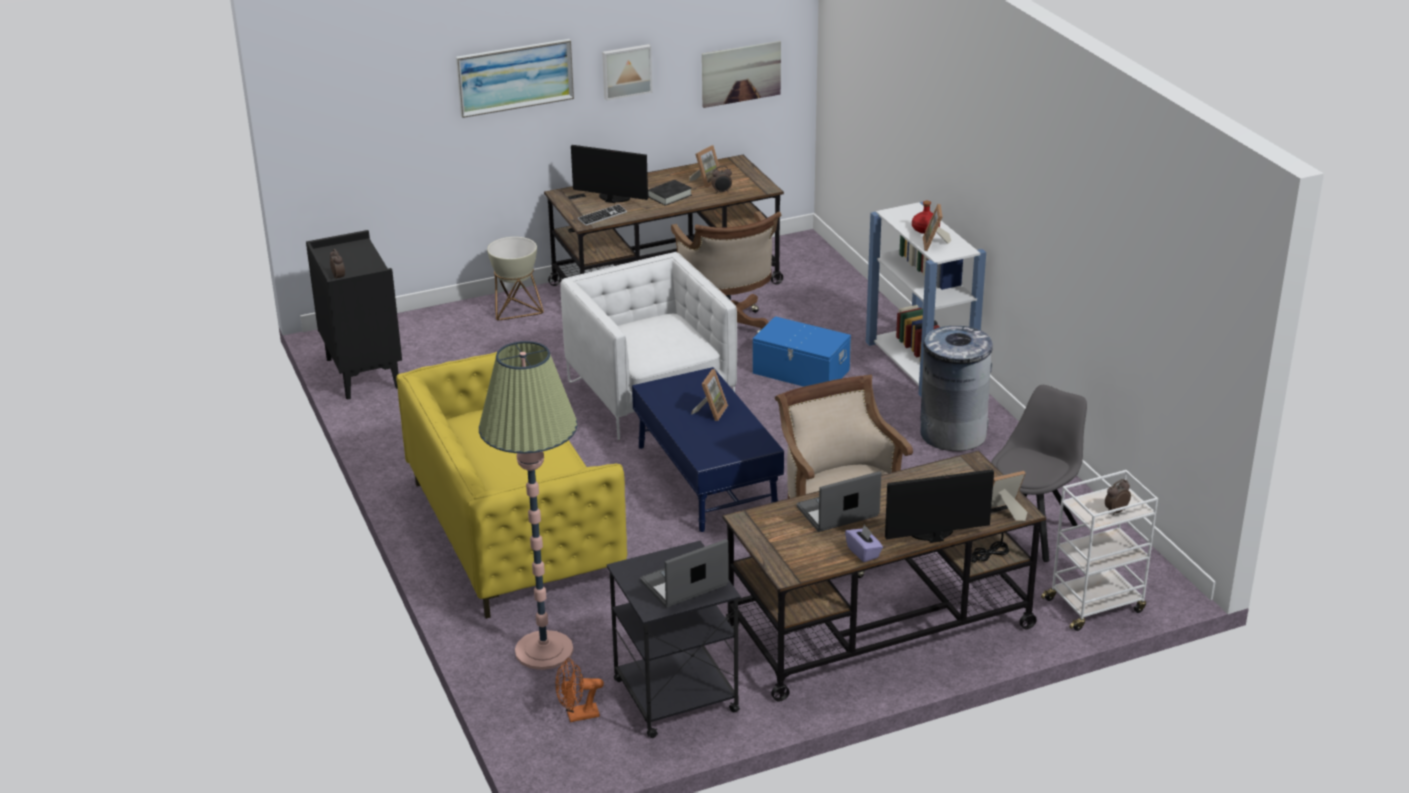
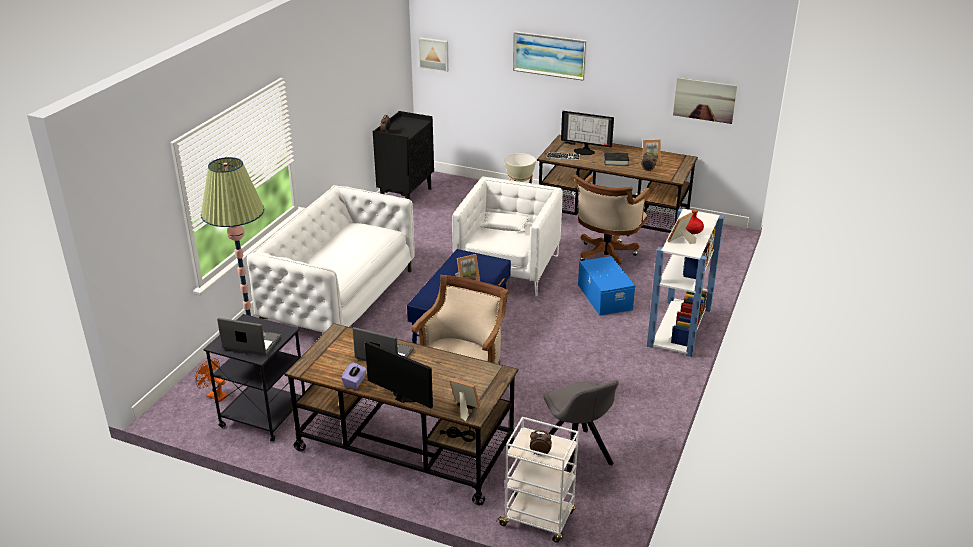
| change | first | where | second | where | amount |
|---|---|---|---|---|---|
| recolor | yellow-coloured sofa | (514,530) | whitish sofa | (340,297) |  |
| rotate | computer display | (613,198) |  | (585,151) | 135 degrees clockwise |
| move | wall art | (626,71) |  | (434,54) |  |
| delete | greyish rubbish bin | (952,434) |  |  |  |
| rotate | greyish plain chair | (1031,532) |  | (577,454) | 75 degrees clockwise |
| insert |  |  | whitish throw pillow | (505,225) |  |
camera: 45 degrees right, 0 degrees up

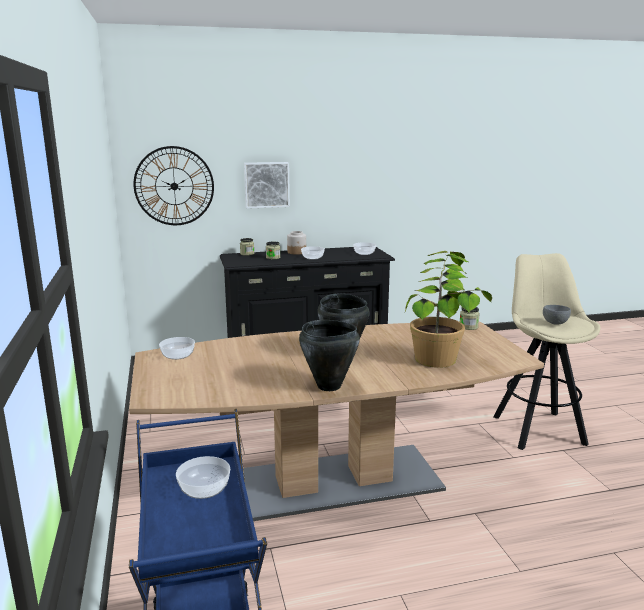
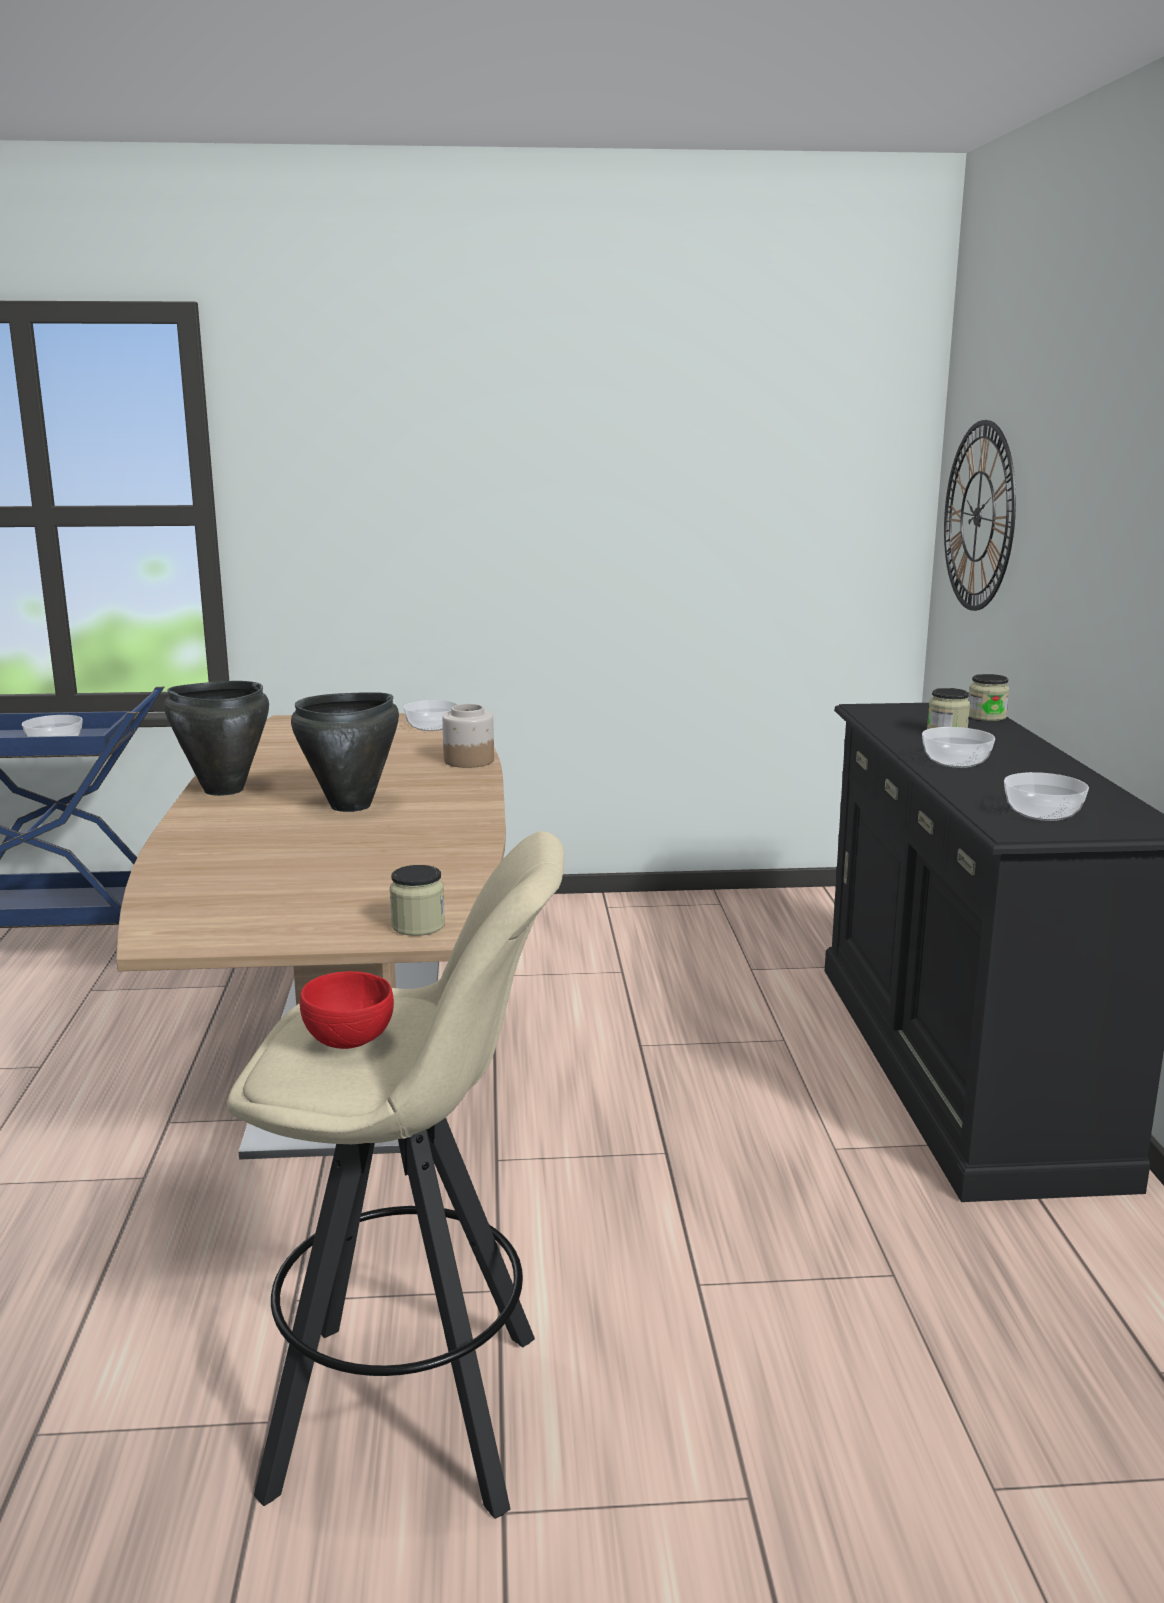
| change | first | where | second | where | amount |
|---|---|---|---|---|---|
| delete | wall art | (266,184) |  |  |  |
| move | jar | (297,252) |  | (468,761) |  |
| delete | potted plant | (440,352) |  |  |  |
| recolor | greyish serving bowl | (555,323) | red-coloured serving bowl | (348,1041) |  |
camera: 100 degrees right, 0 degrees up

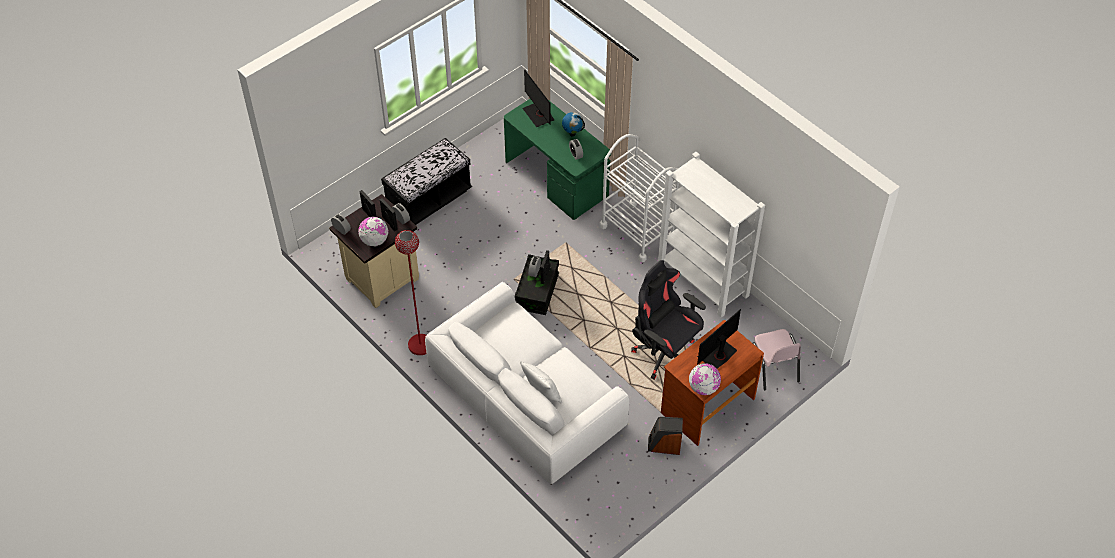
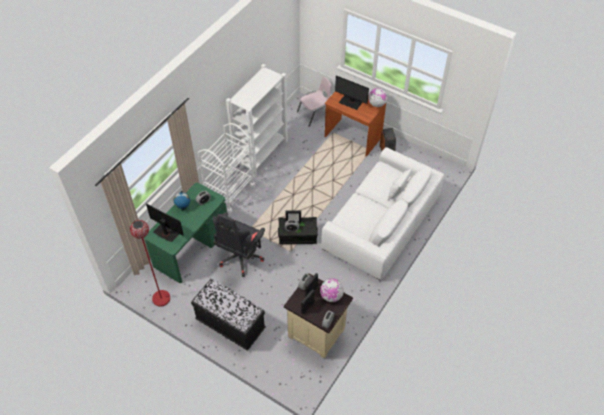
| change | first | where | second | where | amount |
|---|---|---|---|---|---|
| move | red-coloured floor lamp | (420,345) |  | (161,299) |  |
| rotate | computer display | (538,114) |  | (167,232) | 105 degrees counterclockwise |
| move | black computer chair | (665,354) |  | (241,257) |  |
camera: 105 degrees left, 0 degrees up

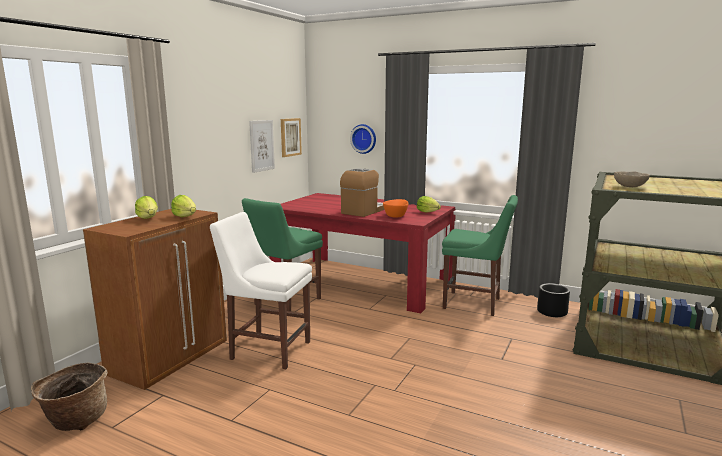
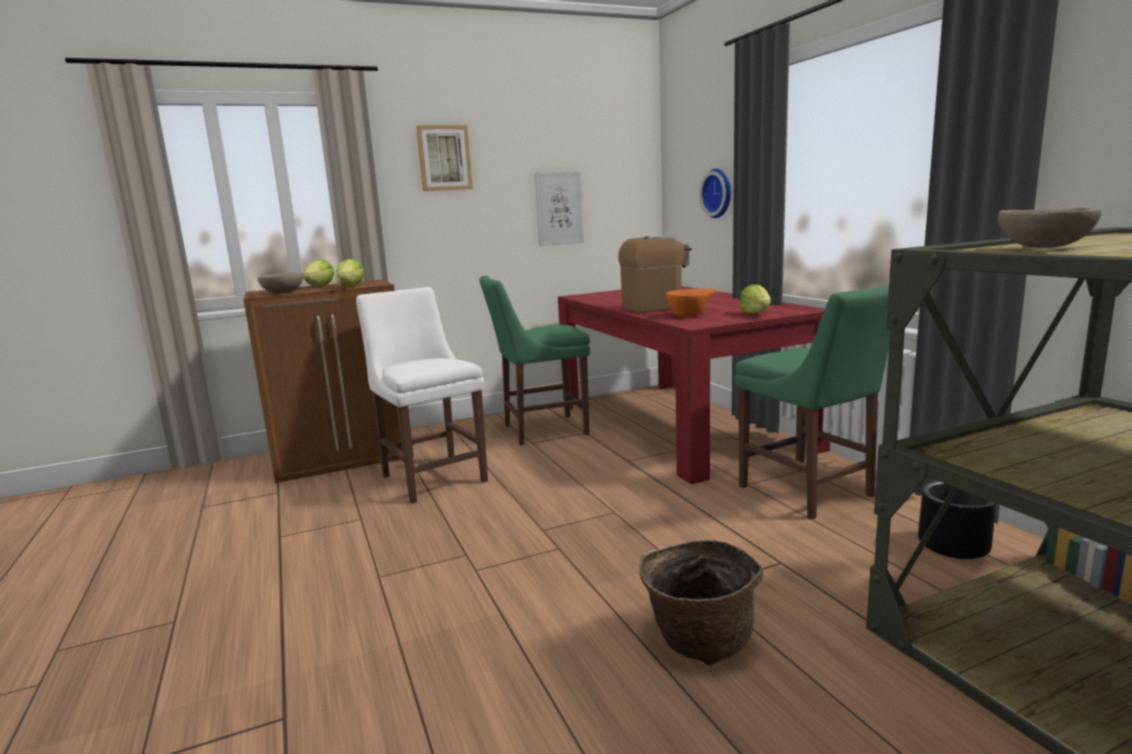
| change | first | where | second | where | amount |
|---|---|---|---|---|---|
| move | basket | (76,420) |  | (698,640) |  |
| move | wall art | (290,137) |  | (444,158) |  |
| insert |  |  | beige-coloured serving bowl | (283,293) |  |
camera: 40 degrees right, 0 degrees up

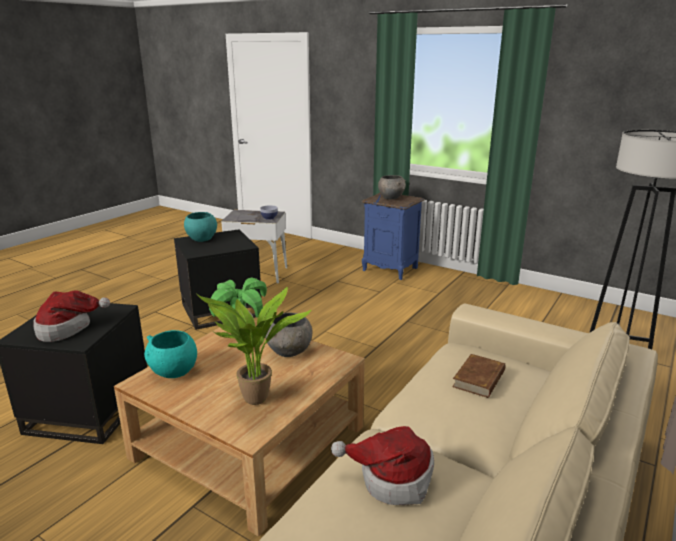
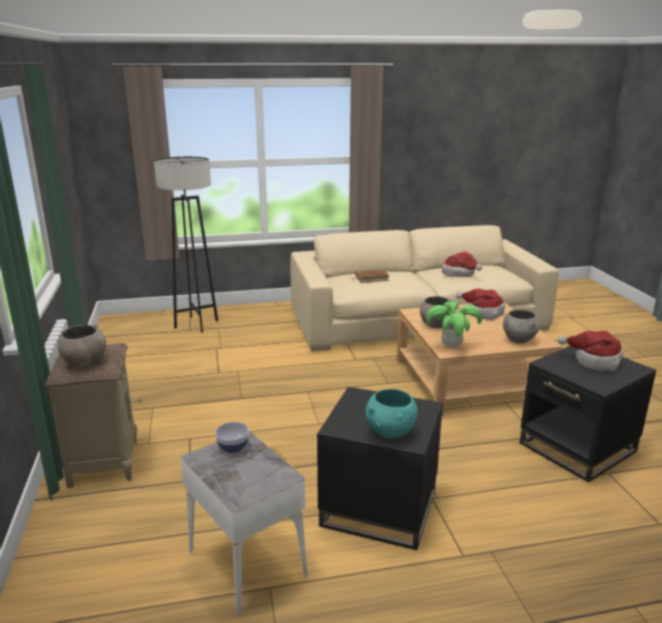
| change | first | where | second | where | amount |
|---|---|---|---|---|---|
| recolor | blue-green serving bowl | (173,372) | greyish serving bowl | (519,339) |  |
| replace | potted plant | (256,402) | wearable hat | (483,313) |  |
| recolor | blue night table | (390,269) | beige-coloured night table | (106,462) |  |
camera: 135 degrees left, 0 degrees up

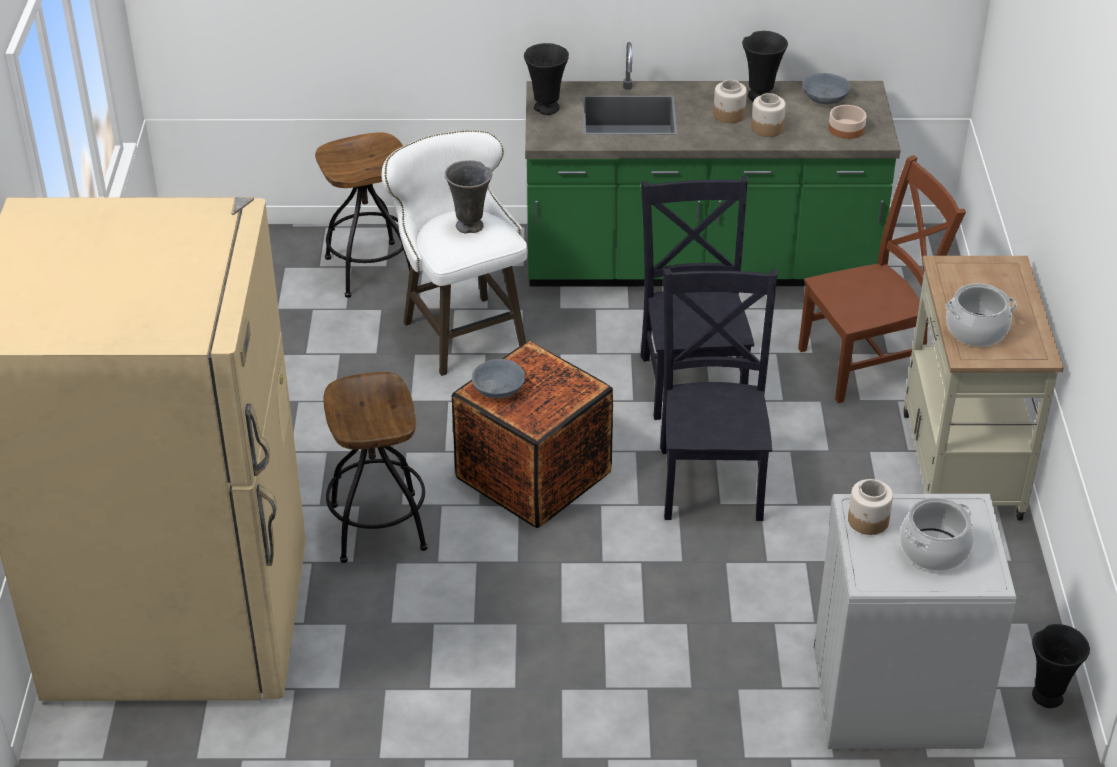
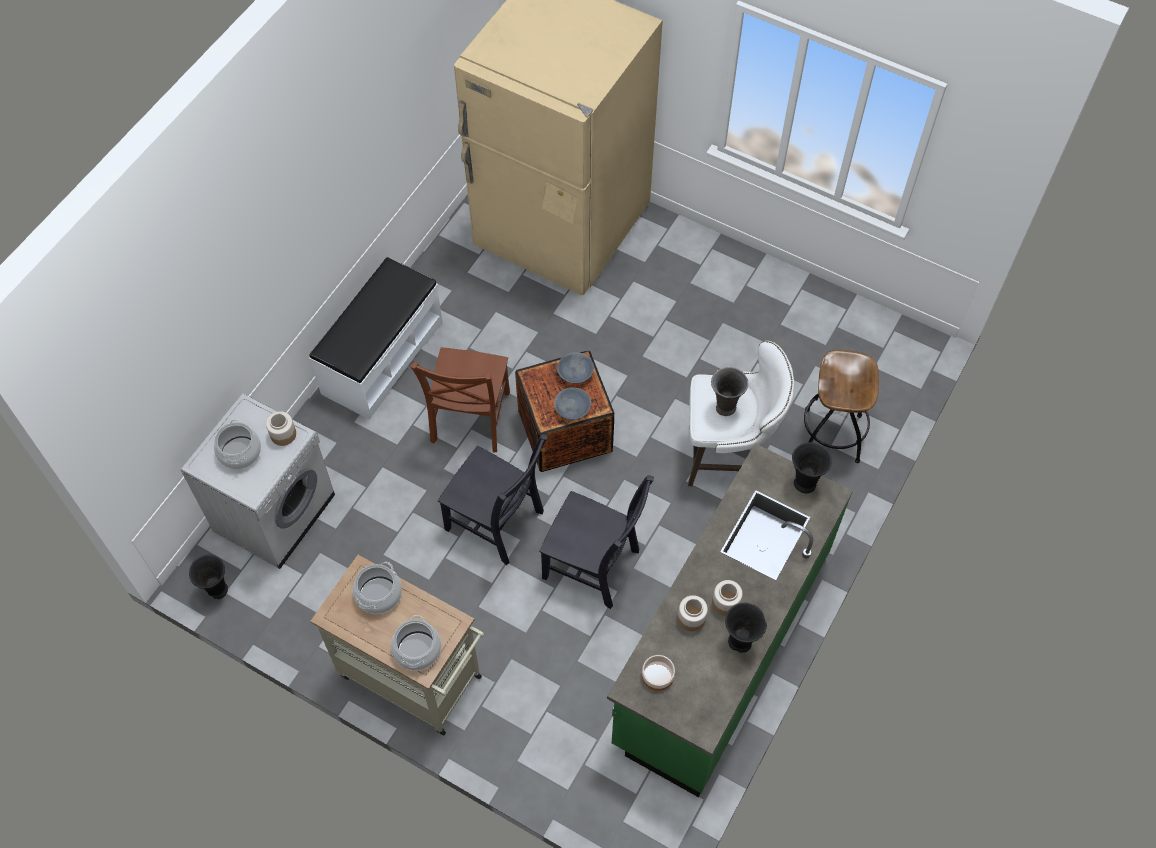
| change | first | where | second | where | amount |
|---|---|---|---|---|---|
| delete | brownish stool | (378,526) |  |  |  |
| move | brownish plain chair | (867,364) |  | (469,420) |  |
| move | greyish serving bowl | (825,98) |  | (572,409) |  |
| insert |  |  | whitish long seat | (381,357) |  |
| insert |  |  | cooking pot | (417,650) |  |
camera: 120 degrees right, 20 degrees up

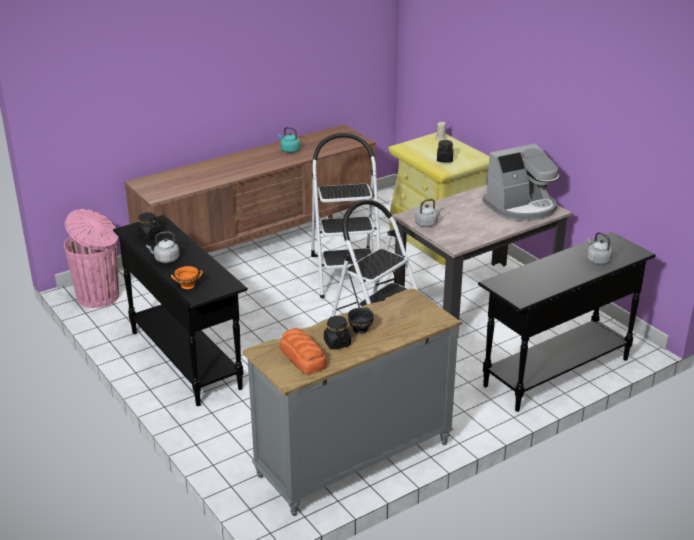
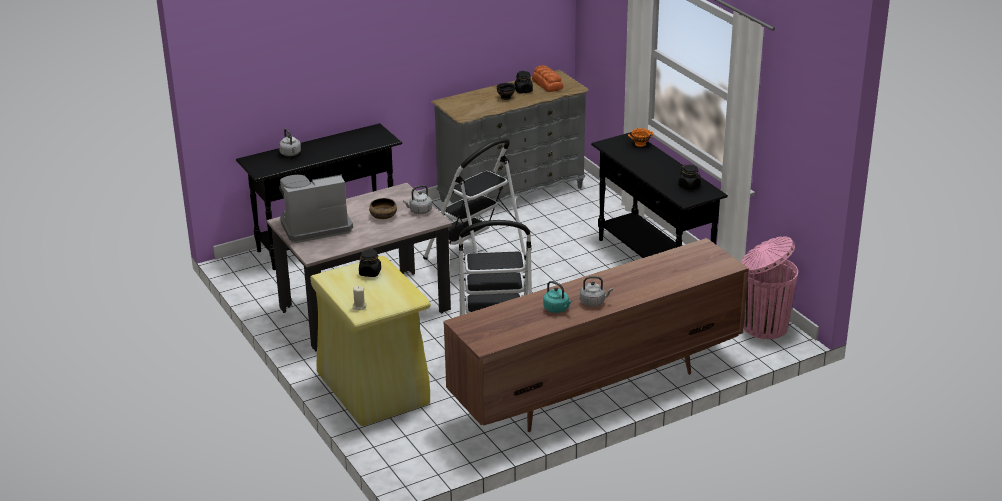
| change | first | where | second | where | amount |
|---|---|---|---|---|---|
| move | greyish kettle | (165,259) |  | (594,302) |  |
| insert |  |  | serving bowl | (383,216) |  |
camera: 175 degrees left, 0 degrees up

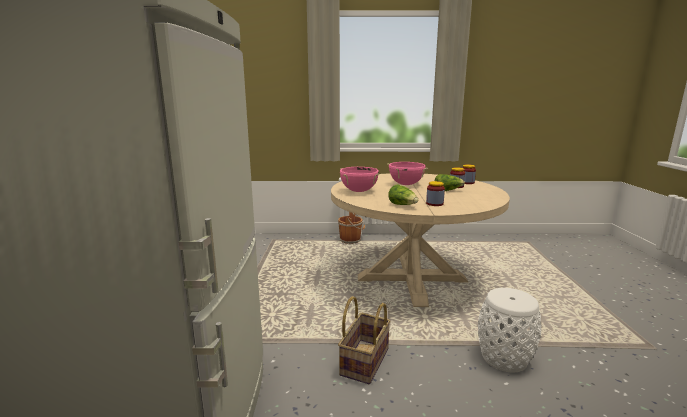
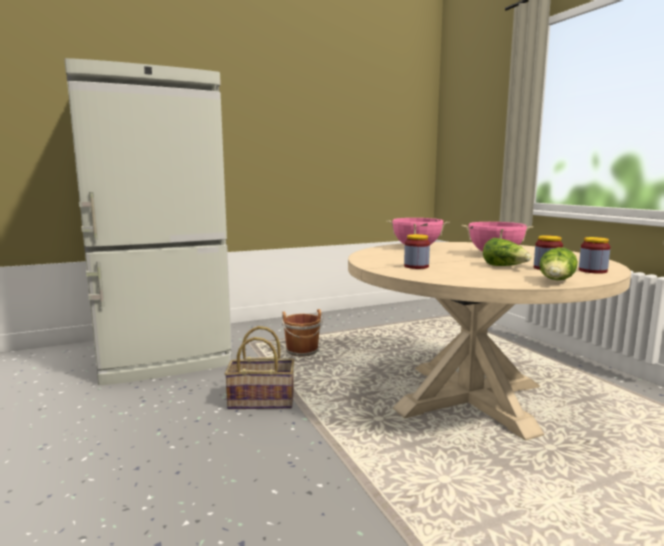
| change | first | where | second | where | amount |
|---|---|---|---|---|---|
| move | brownish pail | (351,240) |  | (302,352) |  |
| move | head of lettuce | (403,205) |  | (556,281) |  |
| delete | whitish stool | (504,358) |  |  |  |
camera: 65 degrees right, 5 degrees down

